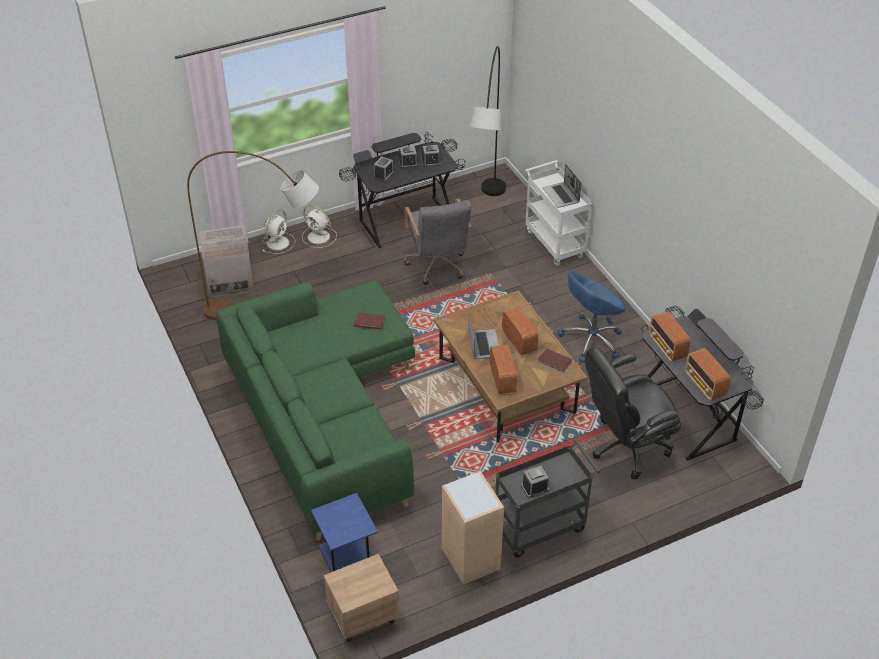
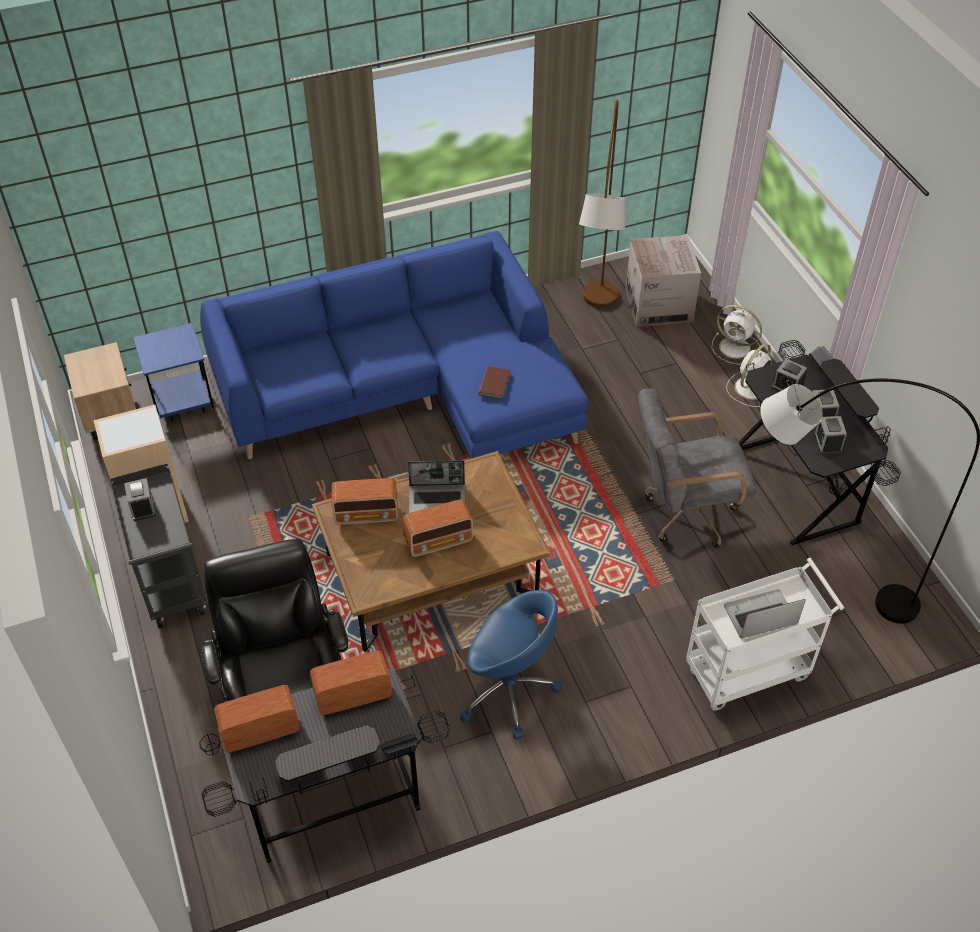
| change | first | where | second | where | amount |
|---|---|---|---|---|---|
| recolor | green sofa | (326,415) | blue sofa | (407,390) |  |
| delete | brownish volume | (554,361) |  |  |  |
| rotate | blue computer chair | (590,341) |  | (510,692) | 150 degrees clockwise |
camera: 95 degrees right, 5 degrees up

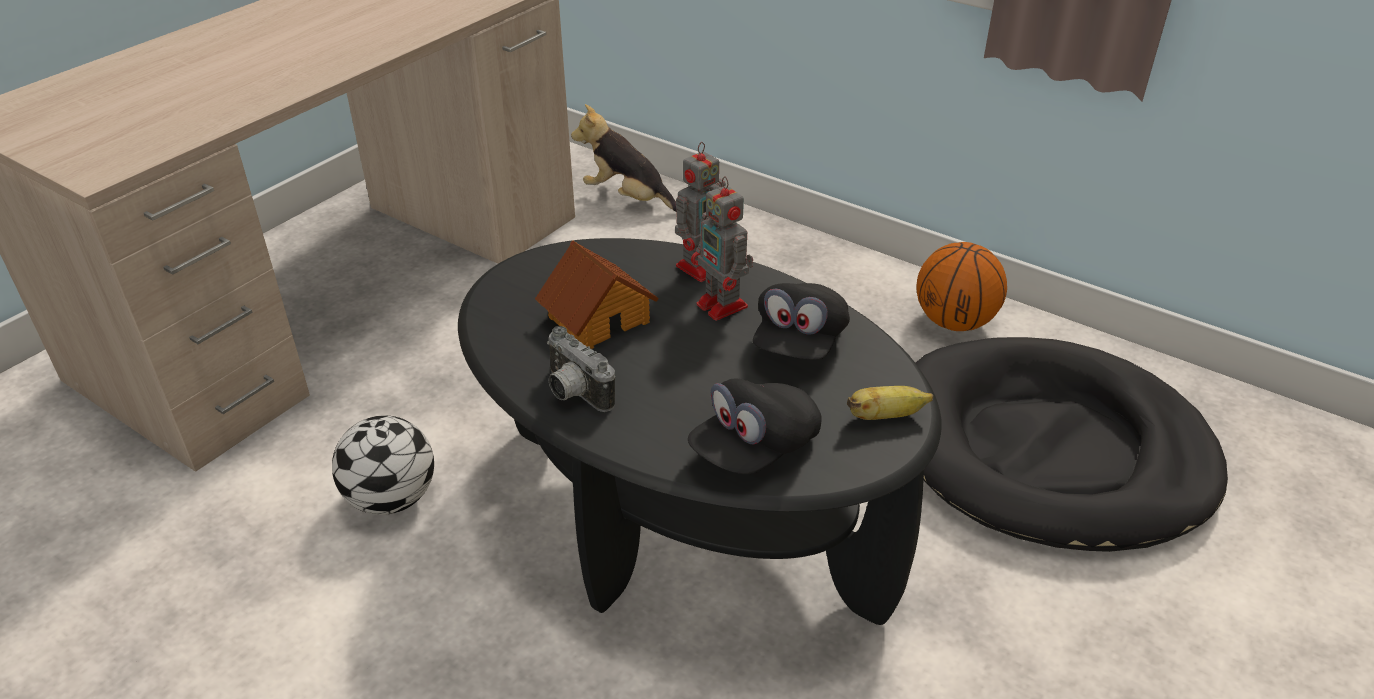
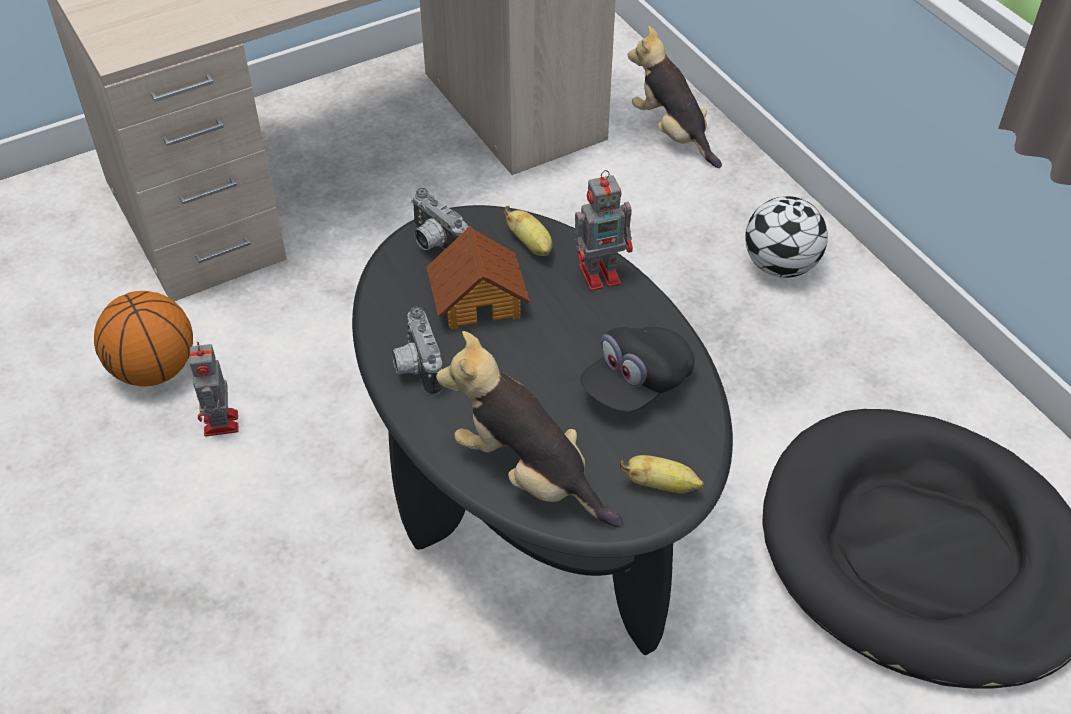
| change | first | where | second | where | amount |
|---|---|---|---|---|---|
| move | ball for football | (392,499) |  | (781,266) |  |
| replace | black cap | (754,448) | plush toy | (529,474) |  |
| move | toy robot | (723,307) |  | (221,425) |  |
| move | basketball ball | (954,322) |  | (154,369) |  |
| insert |  |  | still camera | (434,243) |  |
| insert |  |  | banana | (531,245) |  |
camera: 25 degrees right, 10 degrees up

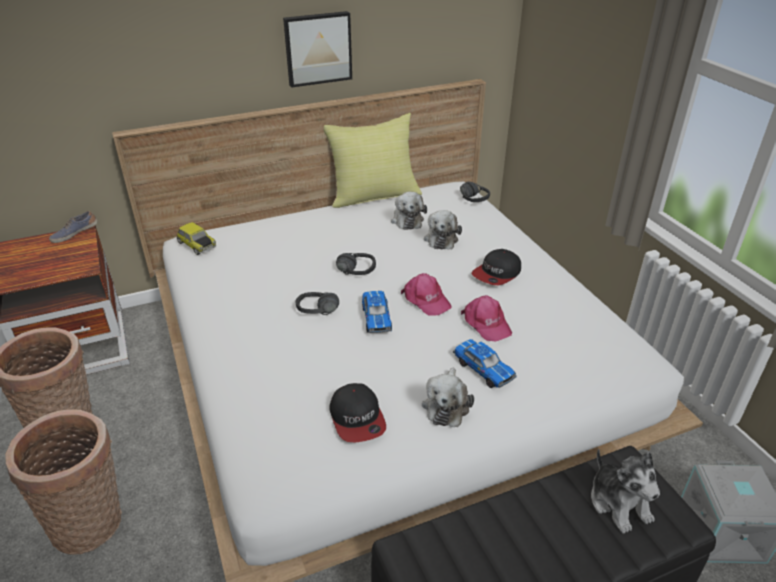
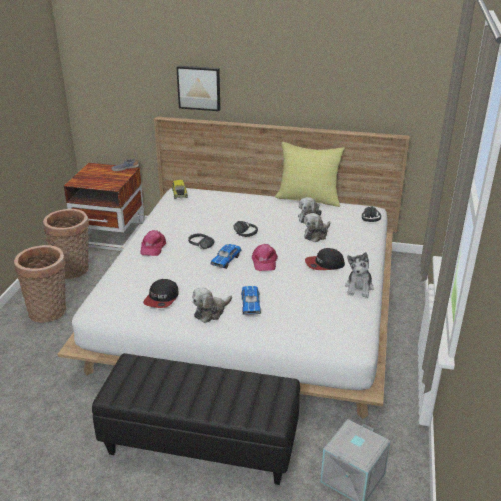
| change | first | where | second | where | amount |
|---|---|---|---|---|---|
| move | wall art | (318,48) |  | (199,87) |  |
| move | pink-coloured cap | (486,323) |  | (152,247) |  |
| move | plush toy | (619,503) |  | (359,287) |  |
camera: 35 degrees right, 5 degrees down

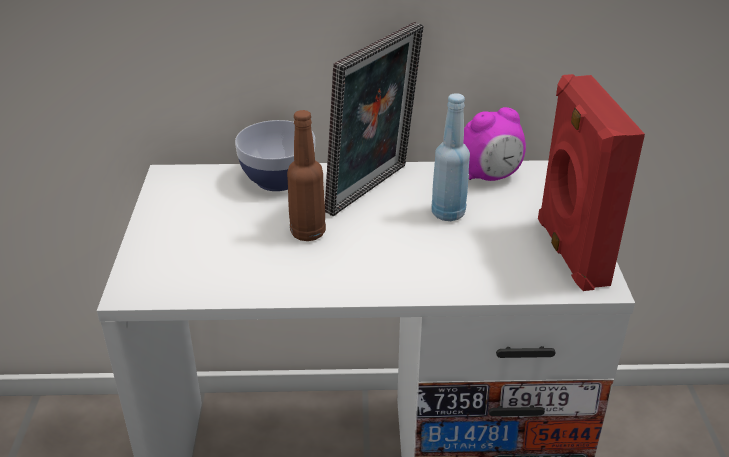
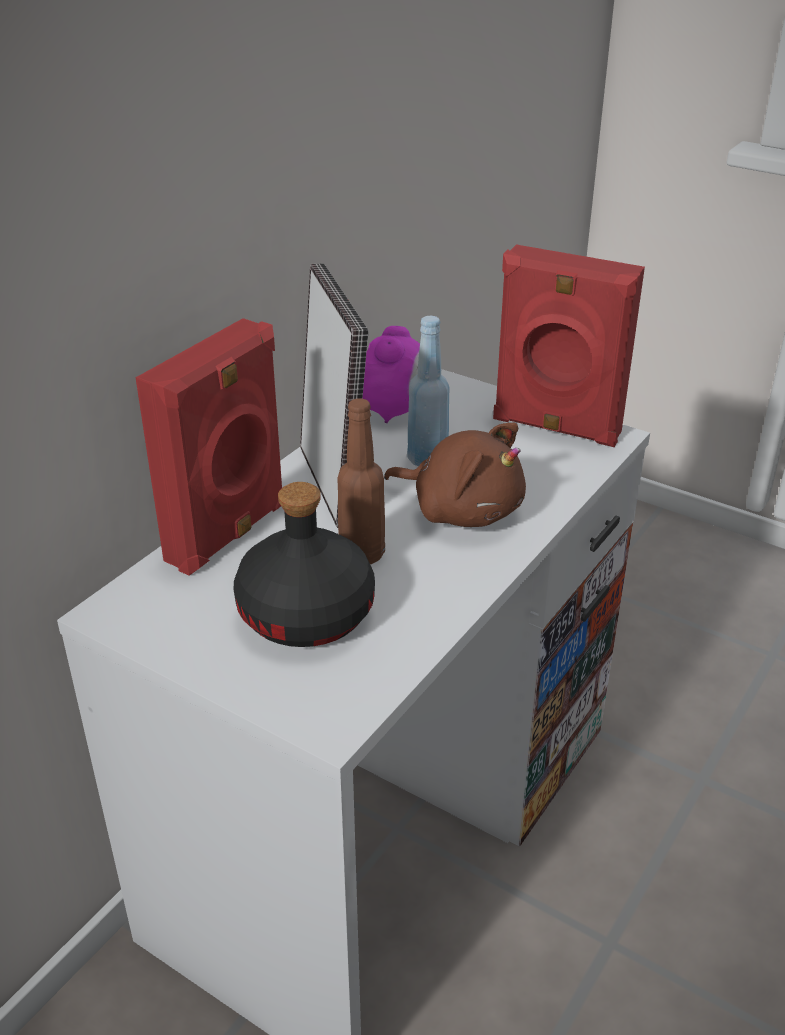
| change | first | where | second | where | amount |
|---|---|---|---|---|---|
| replace | serving bowl | (278,179) | red-coloured audio speaker | (230,534) |  |
| insert |  |  | black drink bottle | (307,613) |  |
| insert |  |  | brownish plush toy | (462,510) |  |
camera: 55 degrees left, 0 degrees up

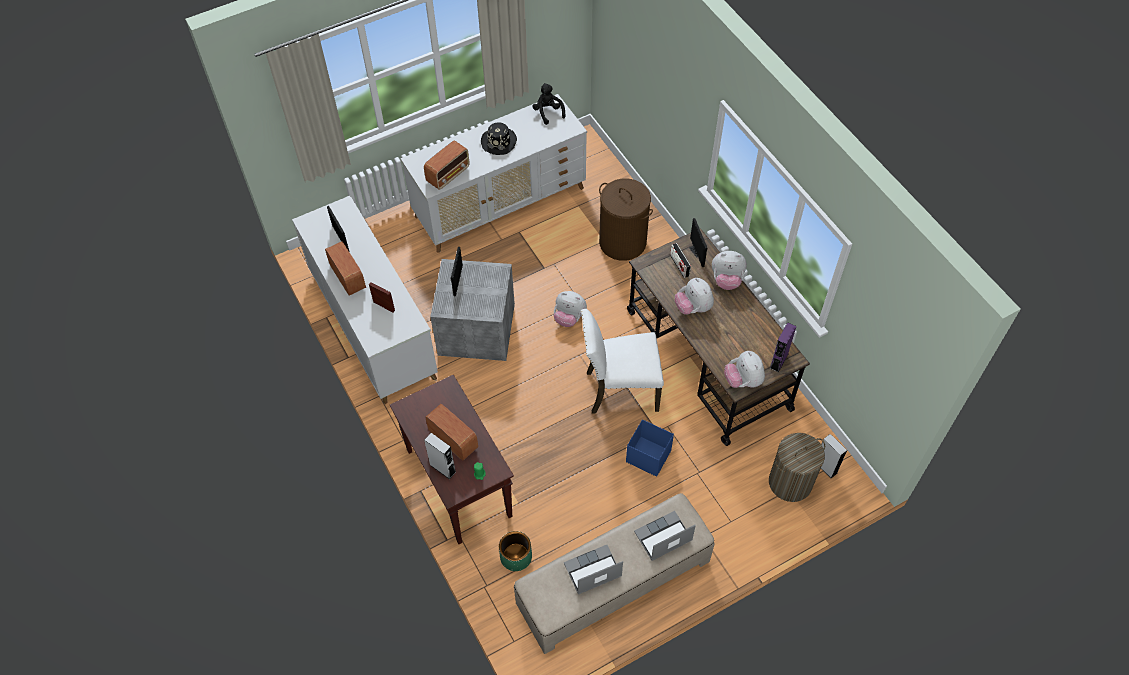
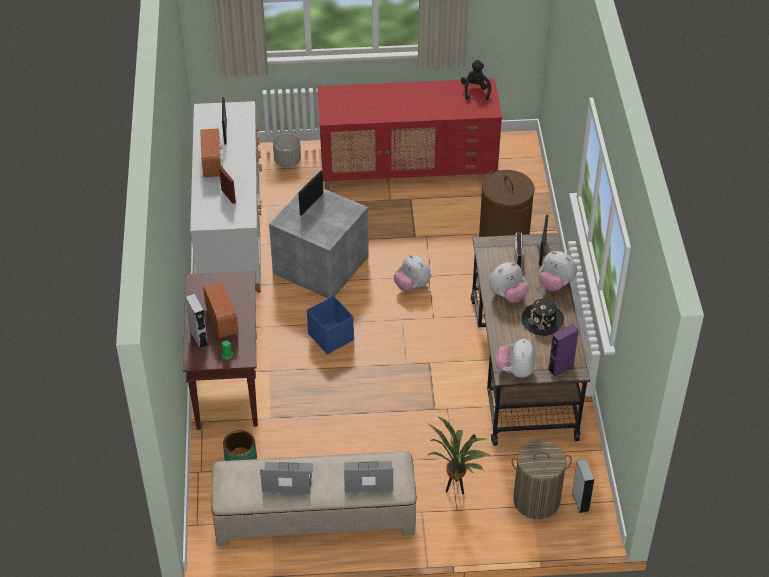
| change | first | where | second | where | amount |
|---|---|---|---|---|---|
| recolor | whitish drawer chest | (499,202) | red-coloured drawer chest | (407,168) |  |
| delete | radio receiver | (448,174) |  |  |  |
| move | black wearable hat | (499,142) |  | (543,320) |  |
| delete | whitish plain chair | (619,390) |  |  |  |
| move | blue storage box | (648,456) |  | (330,336) |  |
| rotate | plush toy | (693,307) |  | (507,295) | 120 degrees counterclockwise |
| insert |  |  | greyish plant pot | (287,161) |  |
| insert |  |  | potted plant | (455,489) |  |
camera: 25 degrees right, 10 degrees down

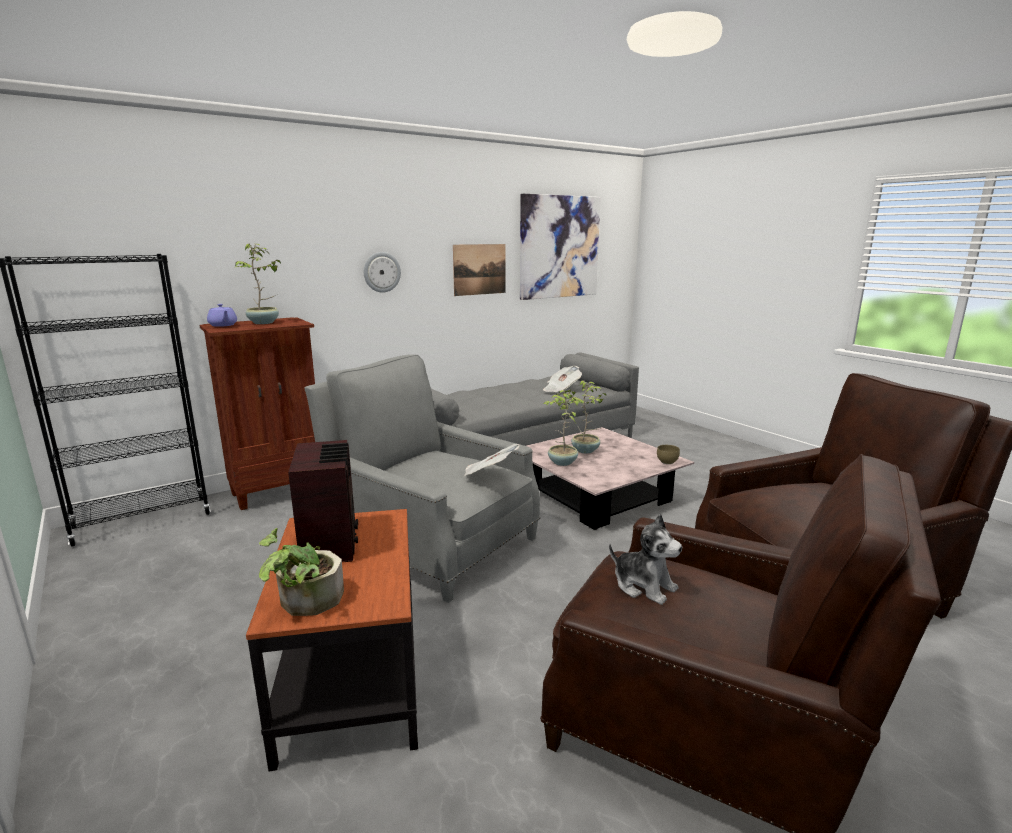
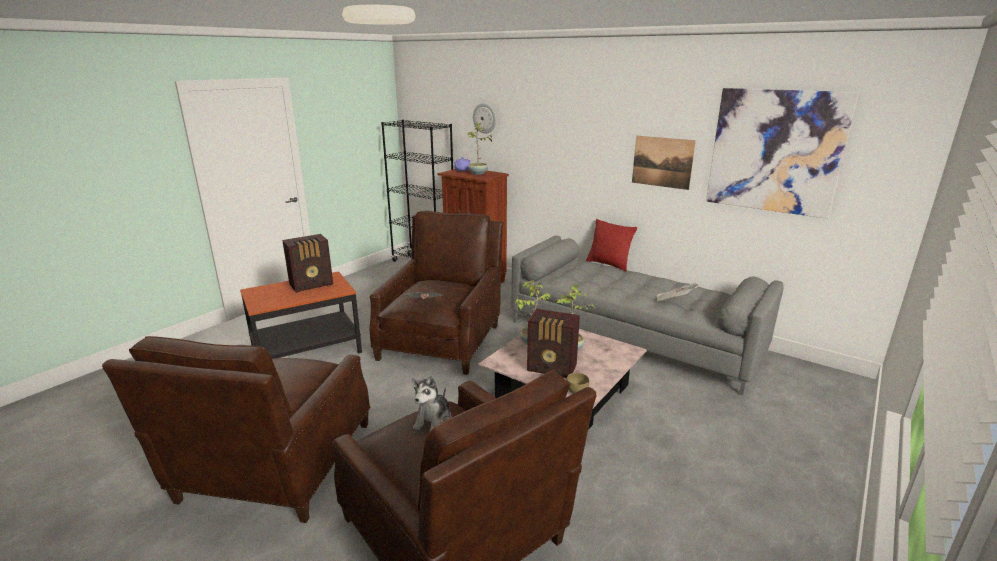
| change | first | where | second | where | amount |
|---|---|---|---|---|---|
| delete | potted plant | (304,602) |  |  |  |
| recolor | greyish lounge chair | (433,542) | brownish lounge chair | (442,340) |  |
| move | clock on the wall | (381,272) |  | (485,118) |  |
| move | plush toy | (644,586) |  | (433,420) |  |
| insert |  |  | radio receiver | (552,368) |  |
| insert |  |  | red-coloured throw pillow | (608,264) |  |
camera: 70 degrees right, 5 degrees up

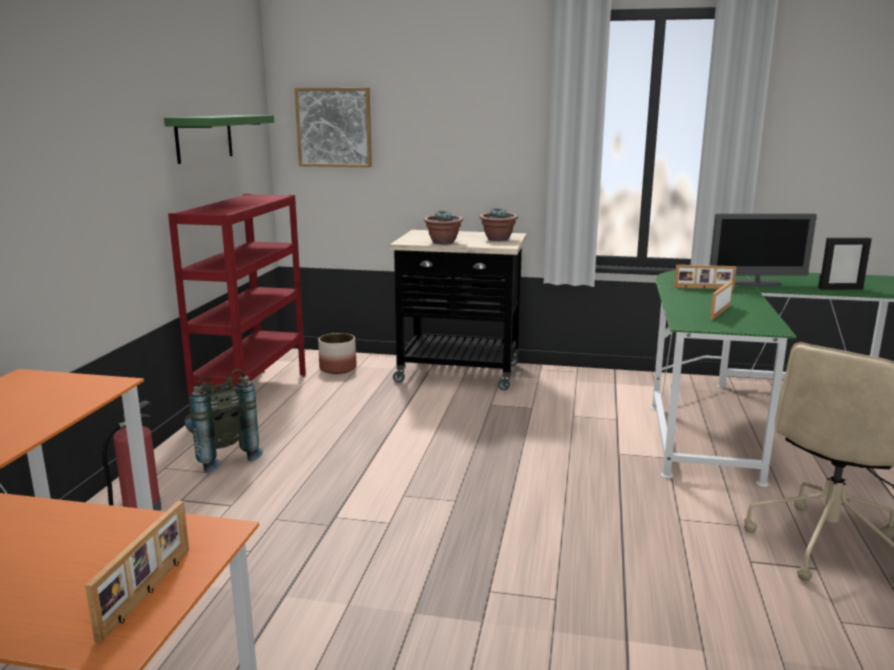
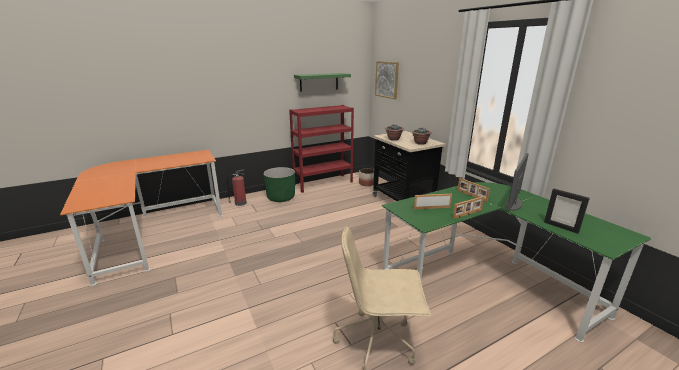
| change | first | where | second | where | amount |
|---|---|---|---|---|---|
| move | photo frame | (148,592) |  | (468,214) |  |
| replace | greyish backpack | (221,457) | green plant pot | (281,197) |  |
| rotate | computer display | (756,283) |  | (513,204) | 75 degrees clockwise |
camera: 50 degrees right, 5 degrees up

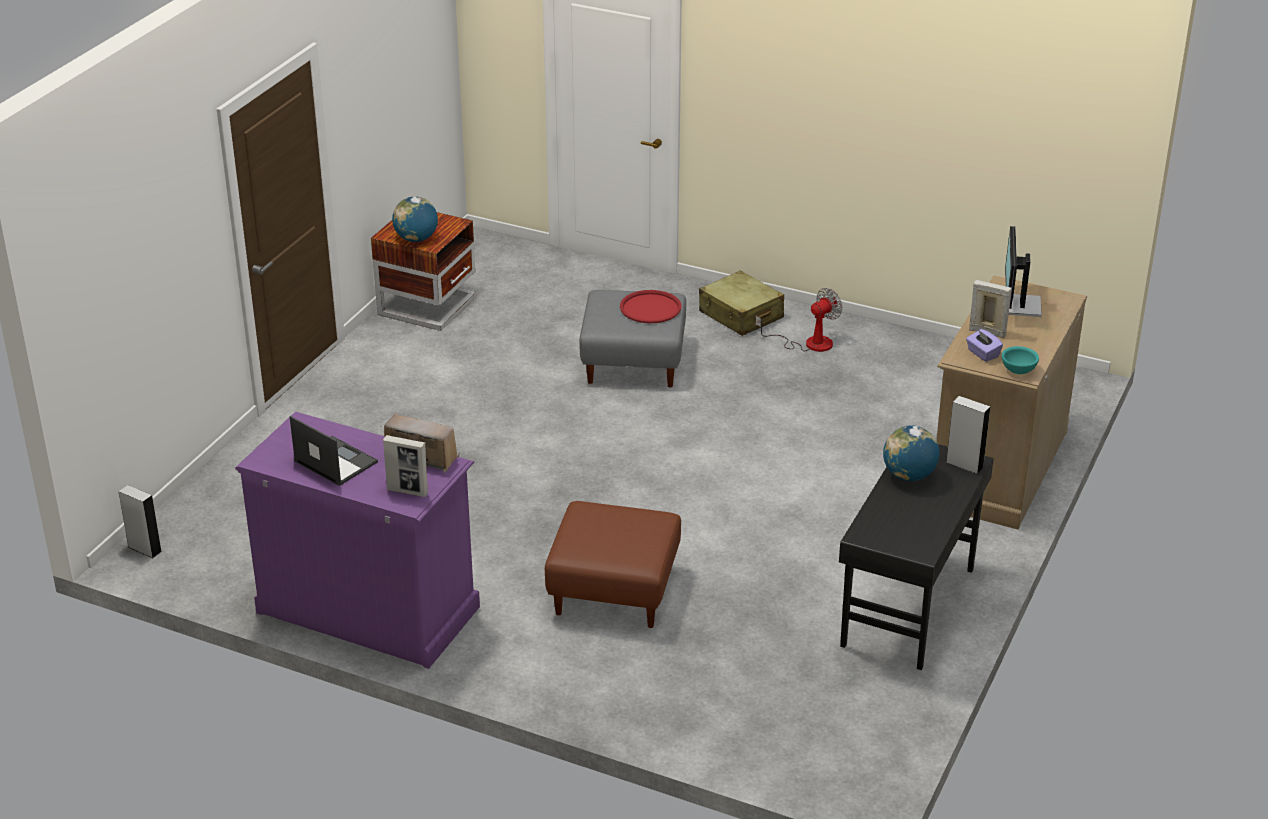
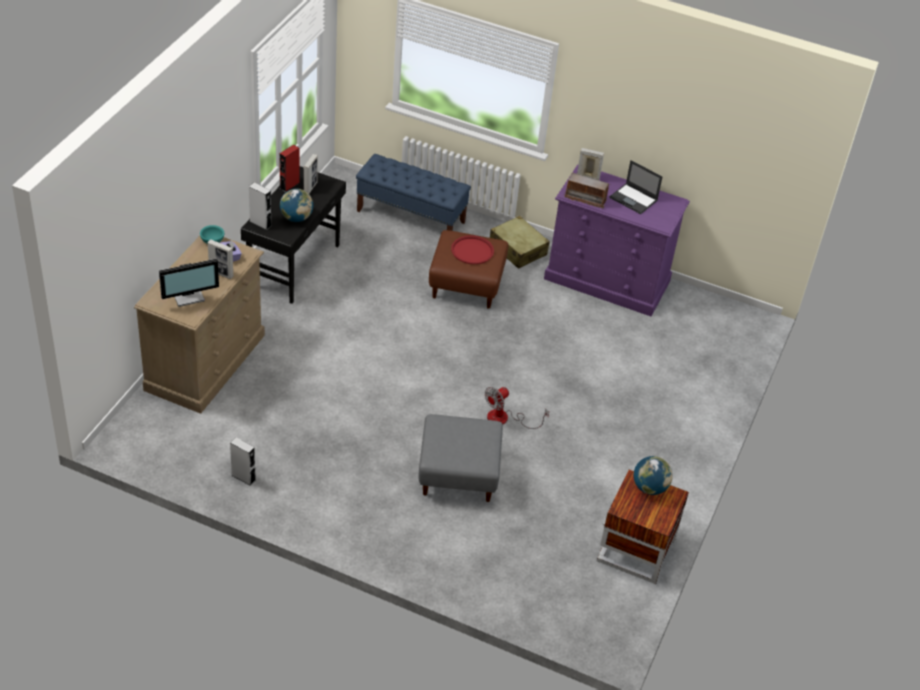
| change | first | where | second | where | amount |
|---|---|---|---|---|---|
| move | greyish audio speaker | (144,549) |  | (243,477) |  |
| move | red-coloured serving tray | (650,308) |  | (472,250) |  |
| move | beige-coloured piece of luggage | (741,315) |  | (517,249) |  |
| move | fan | (808,343) |  | (505,419) |  |
| rotate | computer display | (1019,306) |  | (189,296) | 60 degrees clockwise |
| insert |  |  | red-coloured audio speaker | (289,185) |  |
| insert |  |  | photo frame | (310,188) |  |
| insert |  |  | blue long seat | (411,217) |  |
camera: 175 degrees right, 10 degrees up

